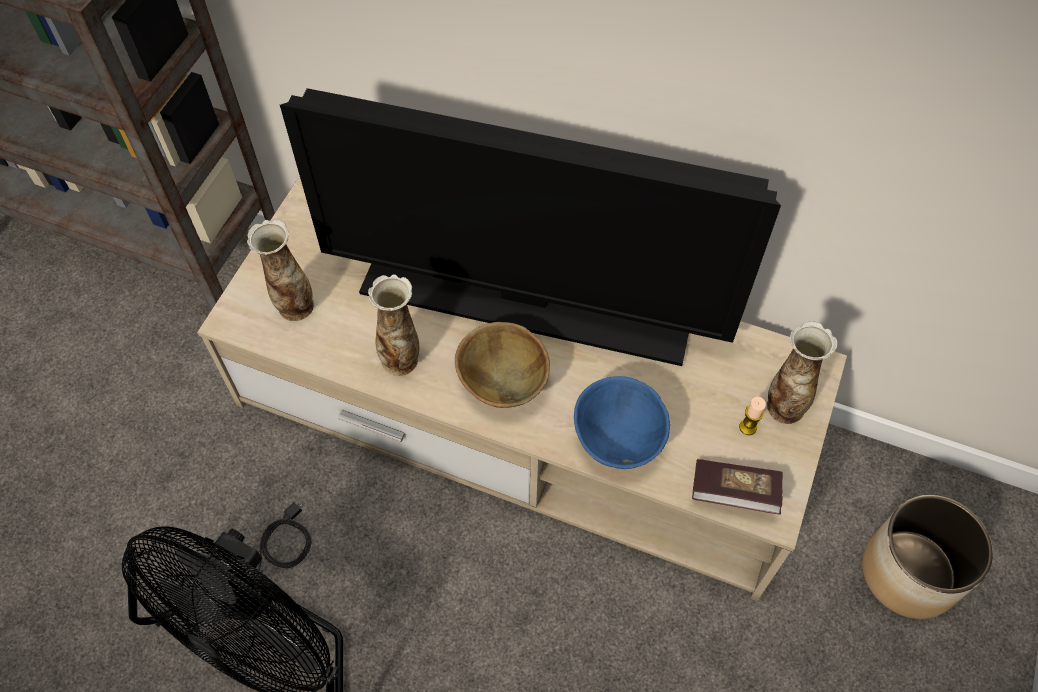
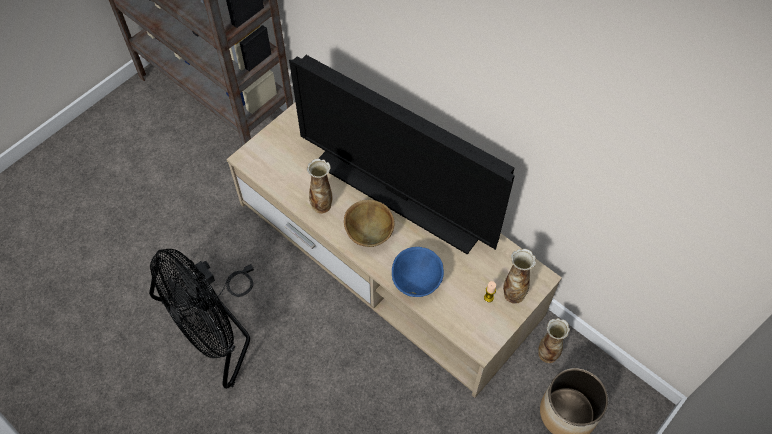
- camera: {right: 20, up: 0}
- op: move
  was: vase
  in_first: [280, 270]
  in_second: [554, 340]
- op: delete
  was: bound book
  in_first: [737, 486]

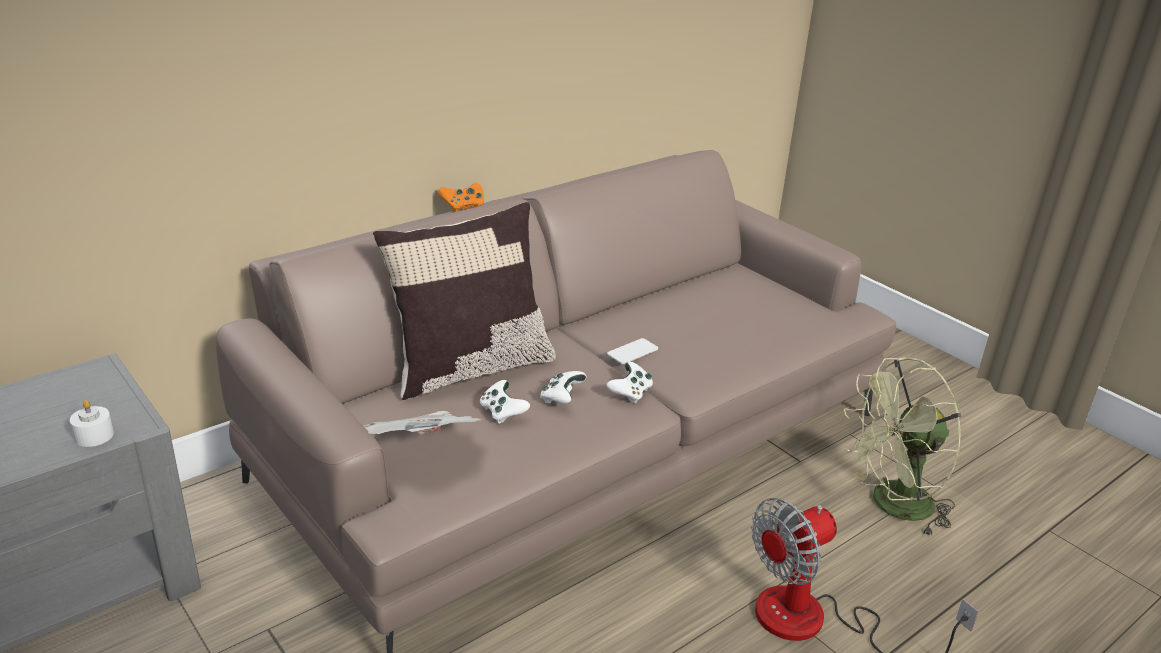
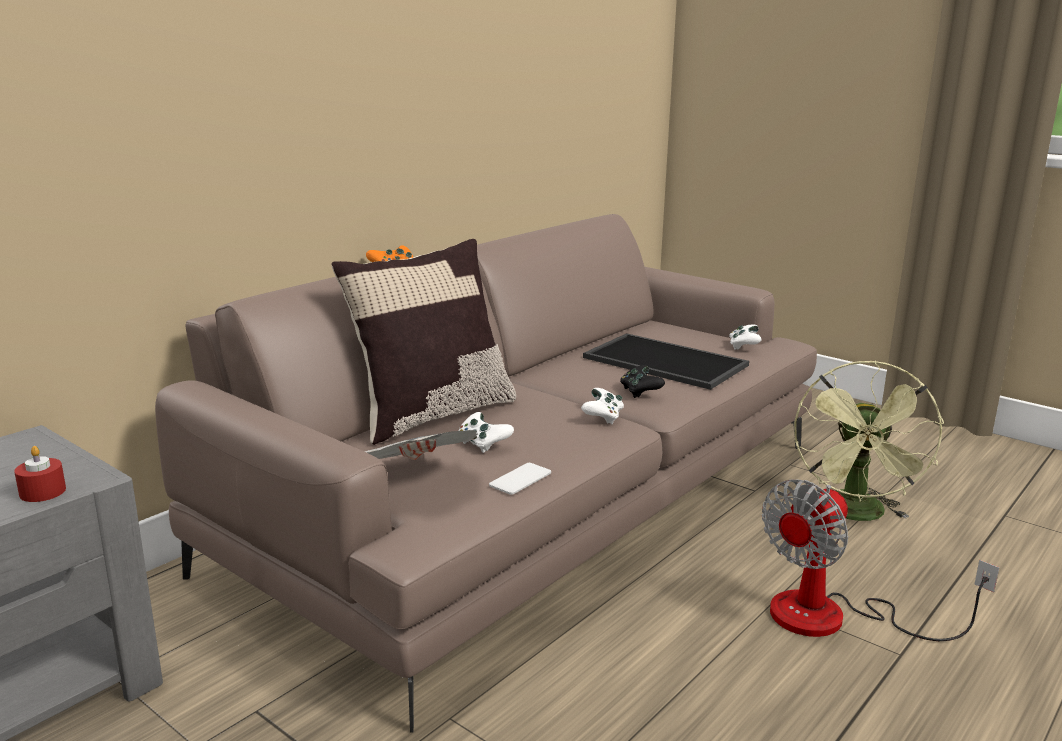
- camera: {right: -10, up: -10}
- op: recolor
  was: white-coloured wax light
  now: red wax light
  in_first: [92, 423]
  in_second: [40, 474]
- op: move
  was: telephone
  in_first: [632, 351]
  in_second: [520, 479]
- op: insert
  now: tray
  in_second: [666, 361]
- op: insert
  now: black-coloured gamepad
  in_second: [642, 381]
- op: move
  was: white-coloured gamepad
  in_first: [563, 387]
  in_second: [745, 337]
- op: rotate
  was: green-coloured fan
  in_first: [902, 448]
  in_second: [869, 440]
  clockwise: -45

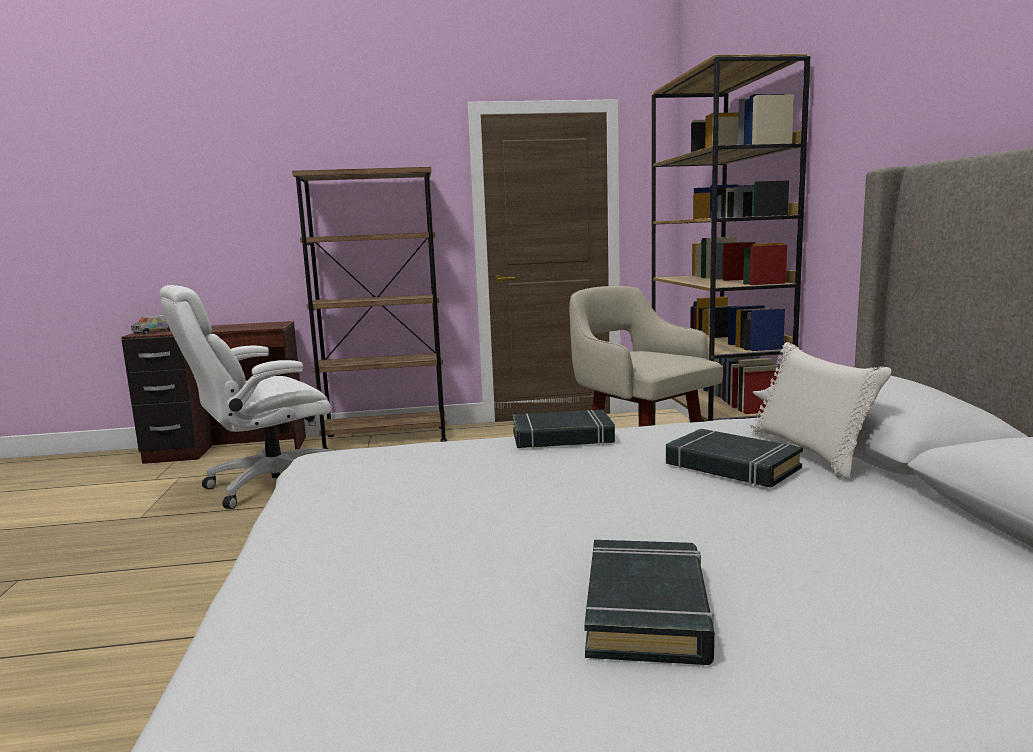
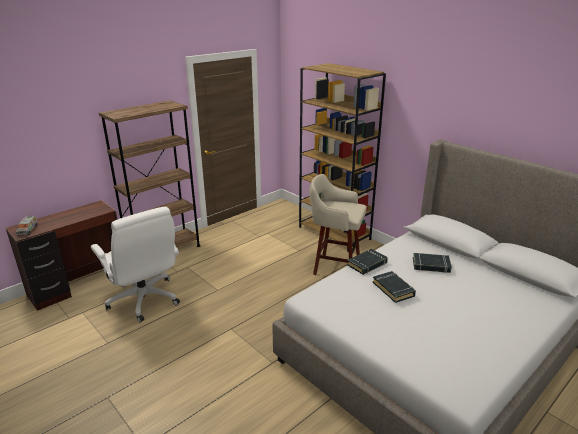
- camera: {right: -35, up: 15}
- op: rotate
  was: white-coloured computer chair
  in_first: [247, 397]
  in_second: [135, 264]
  clockwise: -60
- op: move
  was: black-coloured bound book
  in_first: [649, 602]
  in_second: [394, 287]
- op: delete
  was: white-coloured cushion
  in_first: [820, 410]

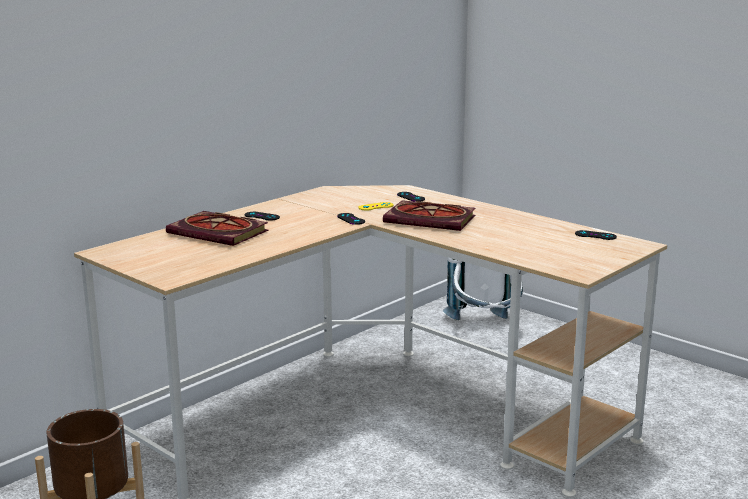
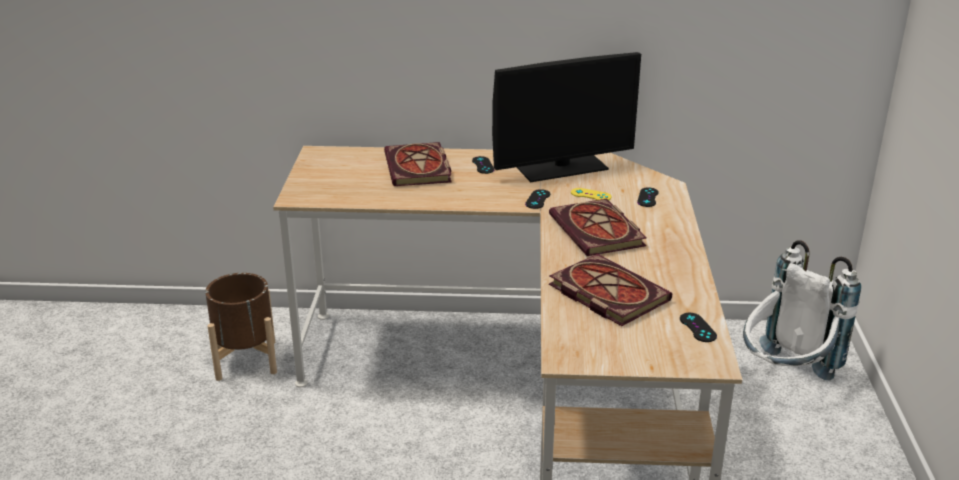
- camera: {right: 50, up: 10}
- op: insert
  now: computer display
  in_second: [566, 117]
- op: insert
  now: bound book
  in_second: [610, 290]

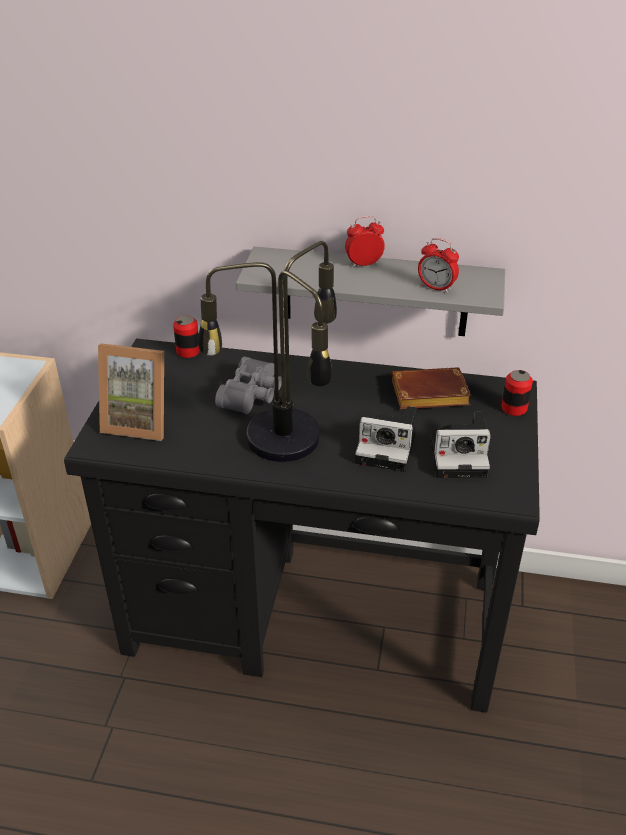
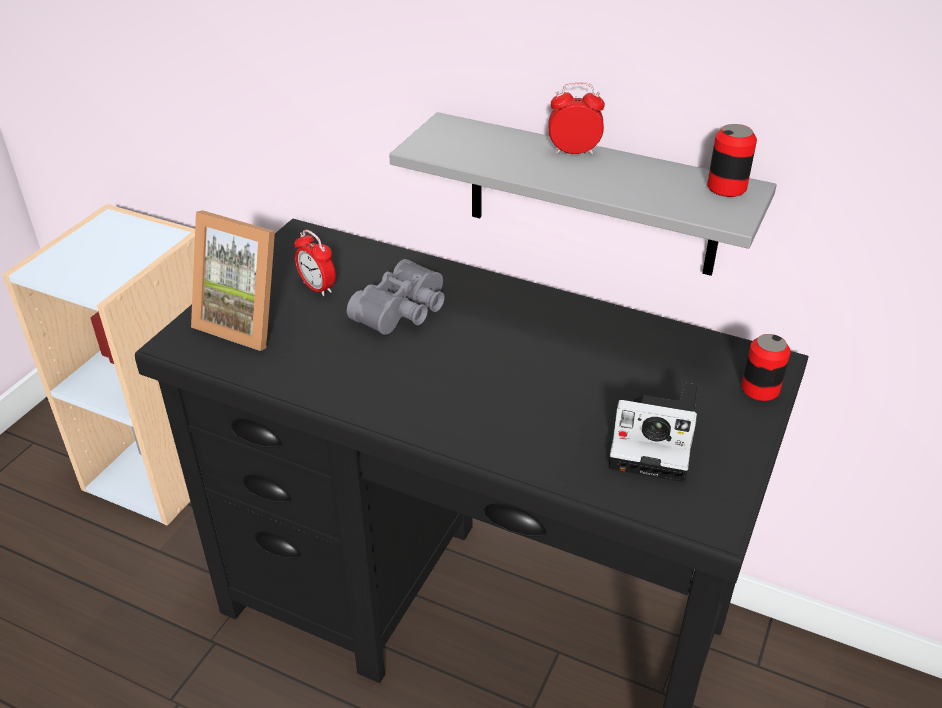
- camera: {right: 15, up: 0}
- op: move
  was: table clock
  in_first: [438, 265]
  in_second: [315, 263]
- op: move
  was: metal can
  in_first: [186, 336]
  in_second: [732, 160]
- op: delete
  was: lamp for a table
  in_first: [267, 351]
- op: delete
  was: still camera
  in_first: [385, 439]
- op: delete
  was: brown-coloured bound book
  in_first: [431, 388]

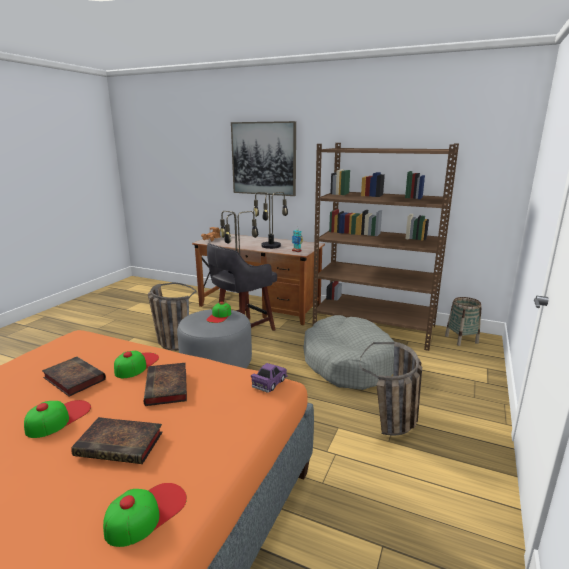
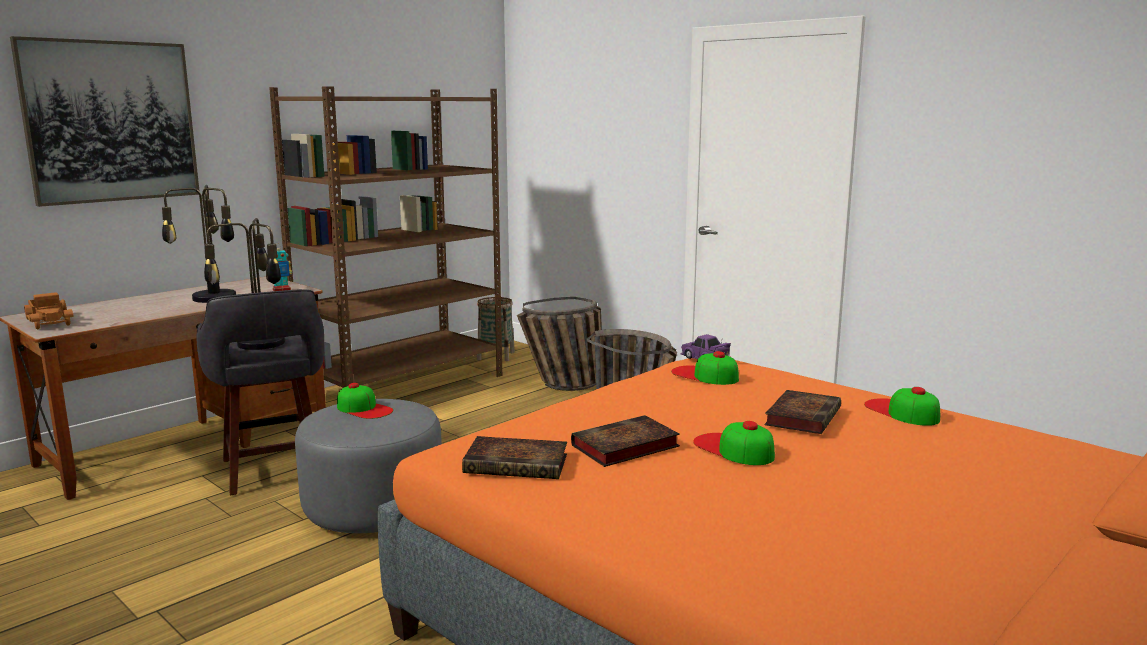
- camera: {right: -70, up: -5}
- op: move
  was: bound book
  in_first: [165, 384]
  in_second: [514, 457]
- op: move
  was: basket
  in_first: [172, 316]
  in_second: [559, 344]
- op: move
  was: cap
  in_first: [136, 364]
  in_second: [705, 368]
- op: delete
  was: greyish pet bed
  in_first: [348, 352]

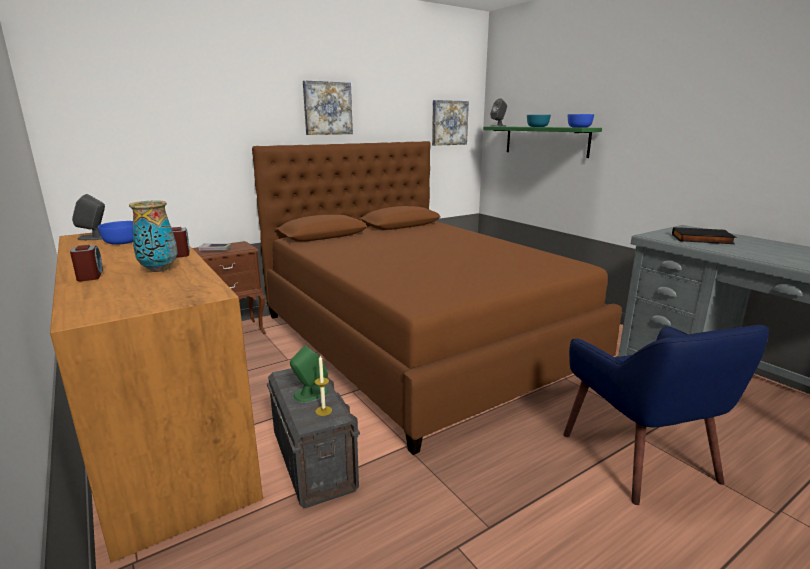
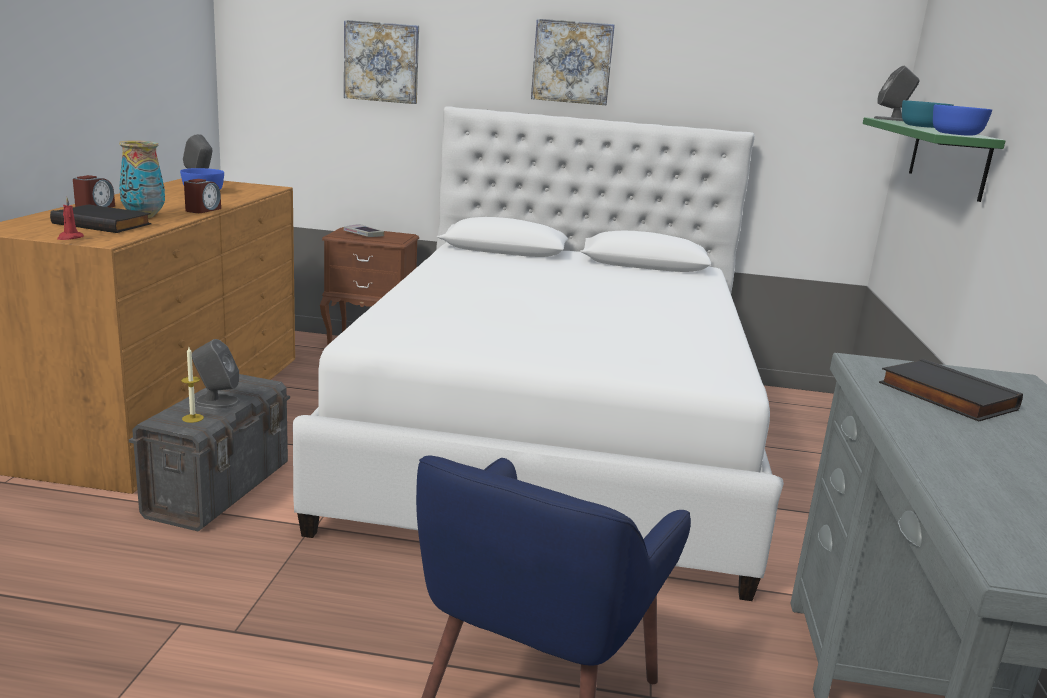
- camera: {right: 40, up: 0}
- op: insert
  now: black-coloured bound book
  in_second: [101, 218]
- op: insert
  now: red wax light
  in_second: [70, 218]
- op: recolor
  was: green-coloured loudspeaker
  now: greyish loudspeaker
  in_first: [309, 373]
  in_second: [216, 373]
- op: recolor
  was: brown-coloured bedroom bed
  now: white-coloured bedroom bed
  in_first: [437, 298]
  in_second: [538, 353]
- op: move
  was: wall picture
  in_first: [450, 123]
  in_second: [381, 62]

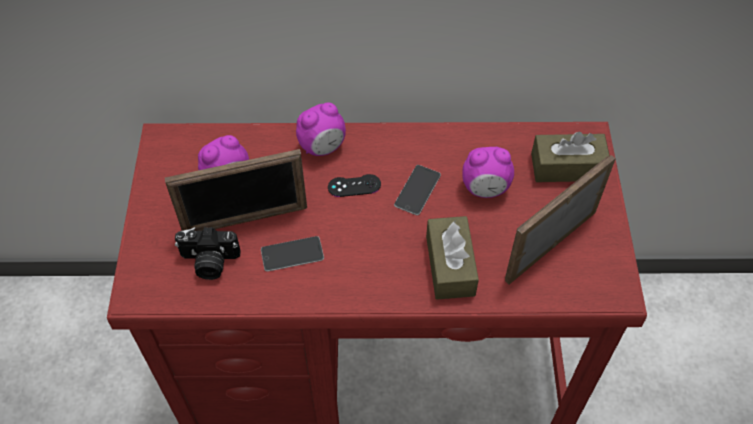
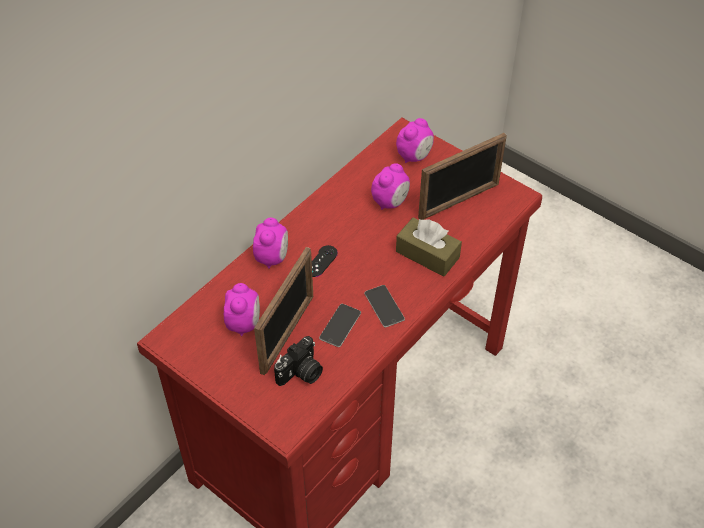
- camera: {right: -50, up: -5}
- op: move
  was: telephone
  in_first: [417, 190]
  in_second: [384, 306]
- op: replace
  was: brown-coloured tissue box
  now: table clock
  in_first: [570, 156]
  in_second: [415, 140]
- op: rotate
  was: photo frame
  in_first: [560, 219]
  in_second: [462, 176]
  clockwise: -120

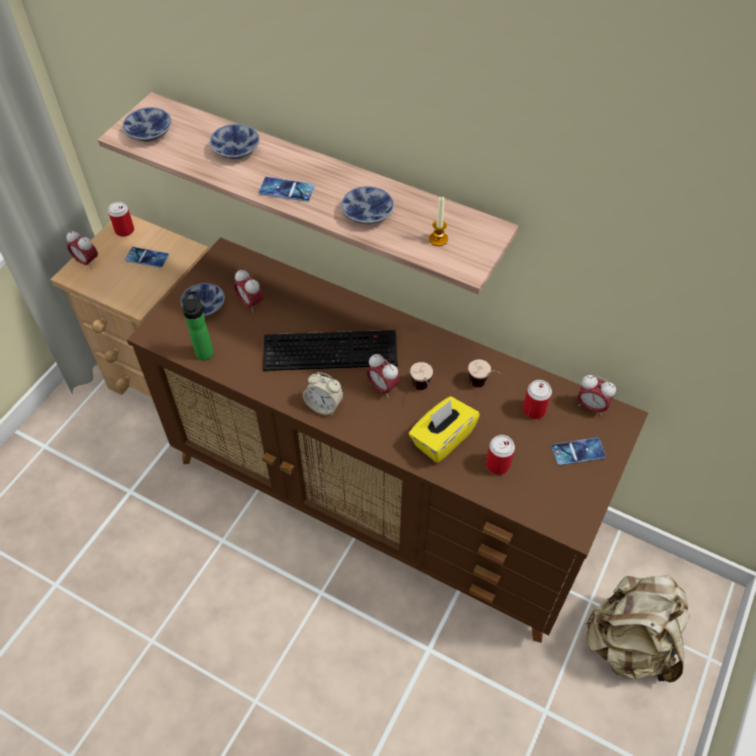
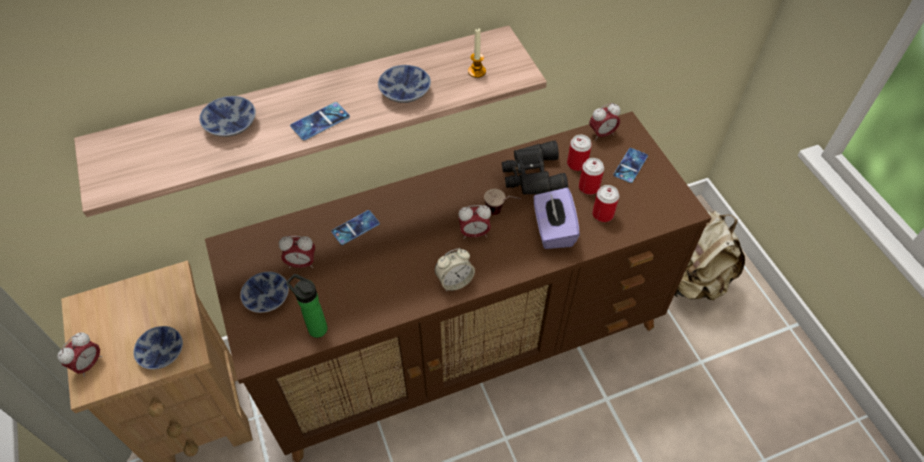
- camera: {right: -50, up: 0}
- op: rotate
  was: table clock
  in_first: [82, 250]
  in_second: [79, 354]
  clockwise: -45
- op: move
  was: serving bowl
  in_first: [146, 124]
  in_second: [158, 348]
- op: move
  was: telephone
  in_first: [147, 257]
  in_second: [355, 227]
- op: replace
  was: cup
  now: black-coloured pair of binoculars
  in_first: [487, 373]
  in_second: [535, 167]
- op: recolor
  was: yellowish tissue box
  now: purple tissue box
  in_first: [444, 430]
  in_second: [557, 218]
- op: move
  was: metal can
  in_first: [121, 219]
  in_second: [591, 176]
- op: delete
  was: PC keyboard
  in_first: [330, 350]

